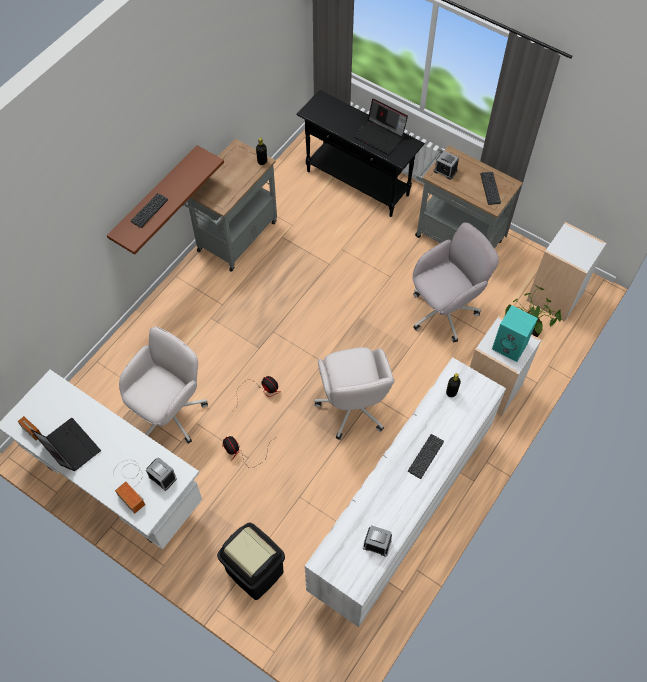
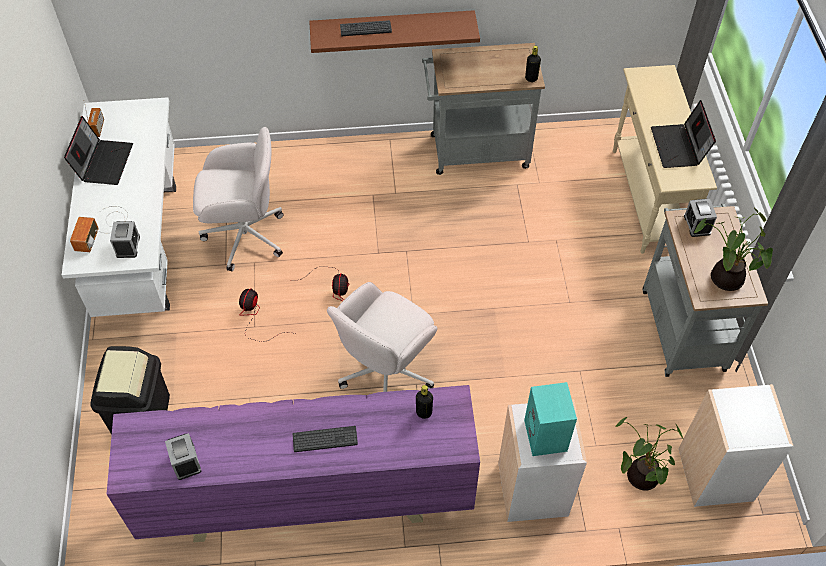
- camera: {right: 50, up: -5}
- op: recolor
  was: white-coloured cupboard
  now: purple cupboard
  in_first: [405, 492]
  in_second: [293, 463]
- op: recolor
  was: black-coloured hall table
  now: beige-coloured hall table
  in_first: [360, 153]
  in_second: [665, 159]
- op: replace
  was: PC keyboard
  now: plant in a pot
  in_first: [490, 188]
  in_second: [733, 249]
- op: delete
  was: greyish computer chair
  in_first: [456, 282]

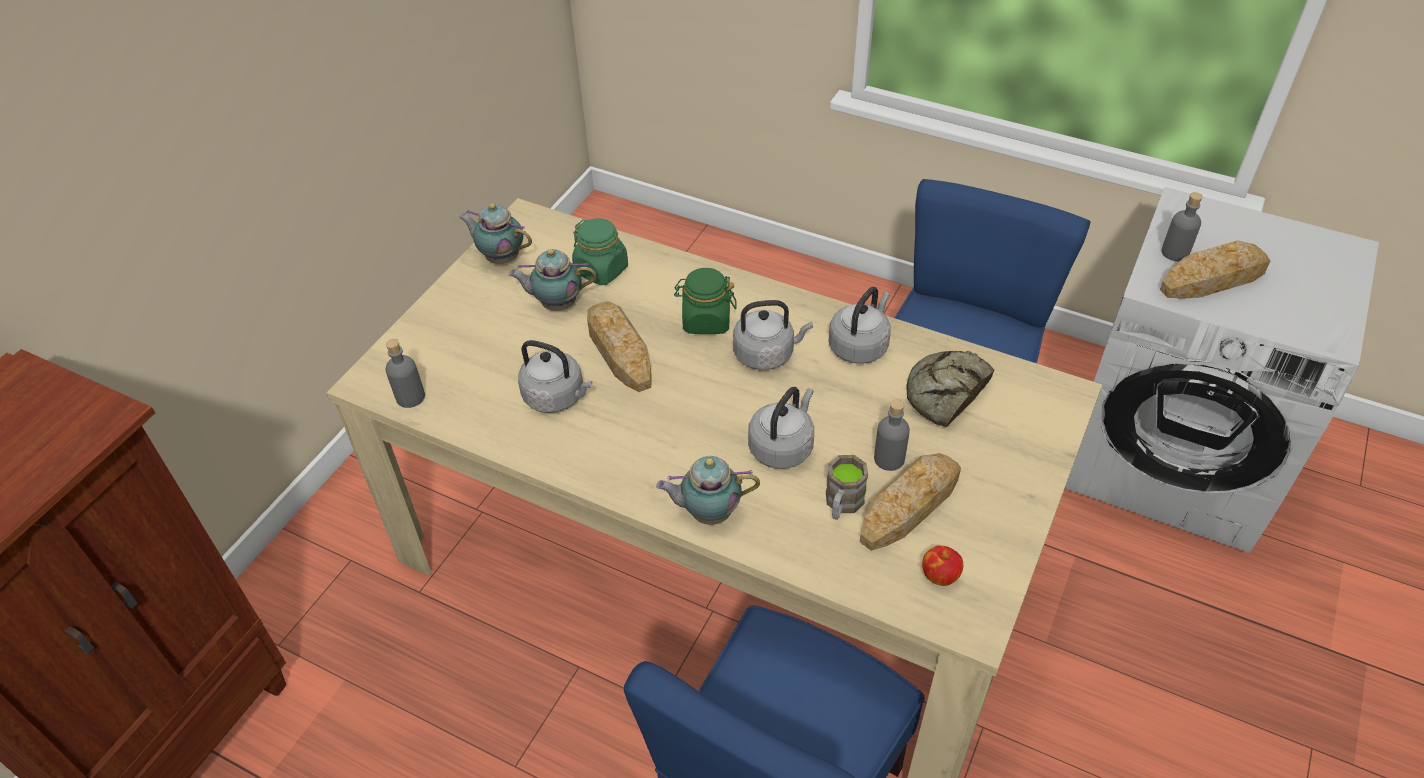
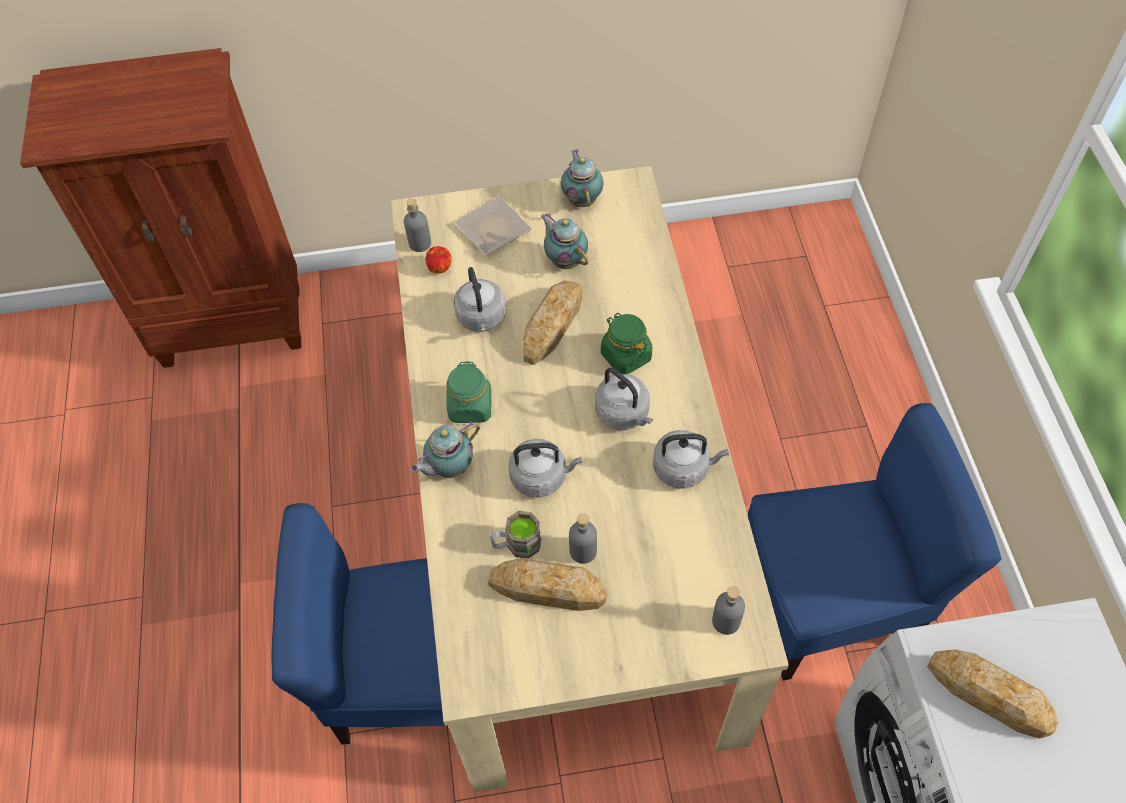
- camera: {right: 55, up: 10}
- op: rotate
  was: pot for tea
  in_first: [708, 490]
  in_second: [445, 449]
  clockwise: -90
- op: move
  was: whole apple
  in_first: [942, 565]
  in_second: [438, 260]
- op: move
  was: green-coloured preserve jar
  in_first: [600, 251]
  in_second: [468, 392]
- op: insert
  now: flat dish
  in_second: [493, 226]
- op: move
  was: greyish beverage bottle
  in_first: [1182, 226]
  in_second: [728, 610]
- op: delete
  was: baked bread
  in_first: [951, 389]

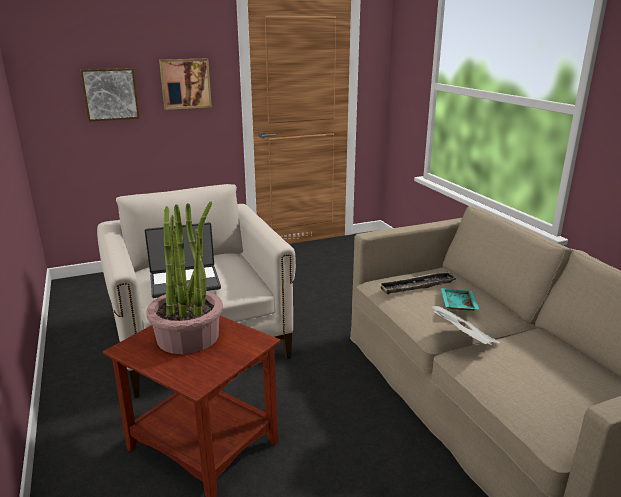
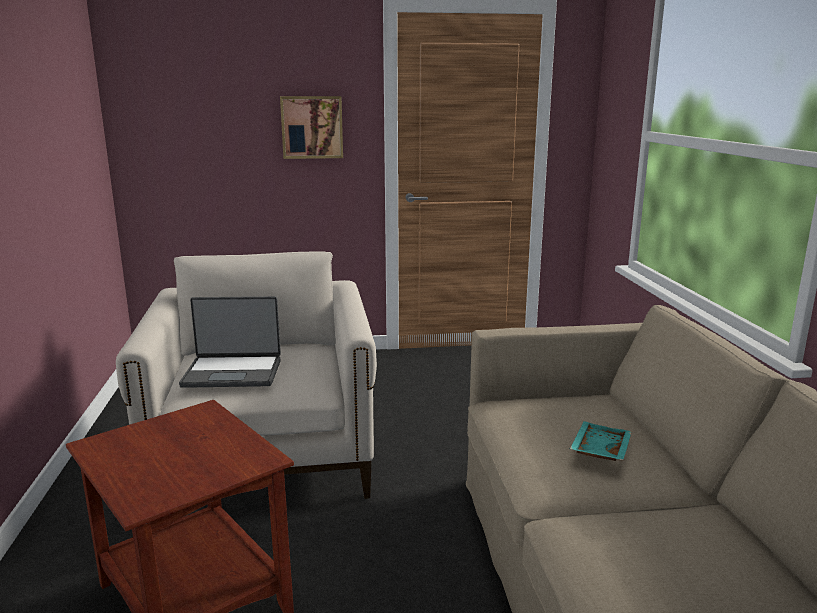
- camera: {right: 15, up: -5}
- op: delete
  was: wall picture
  in_first: [110, 94]
- op: delete
  was: plant in a pot
  in_first: [184, 278]
- op: delete
  was: tray
  in_first: [418, 282]
- op: delete
  was: newspaper
  in_first: [466, 325]

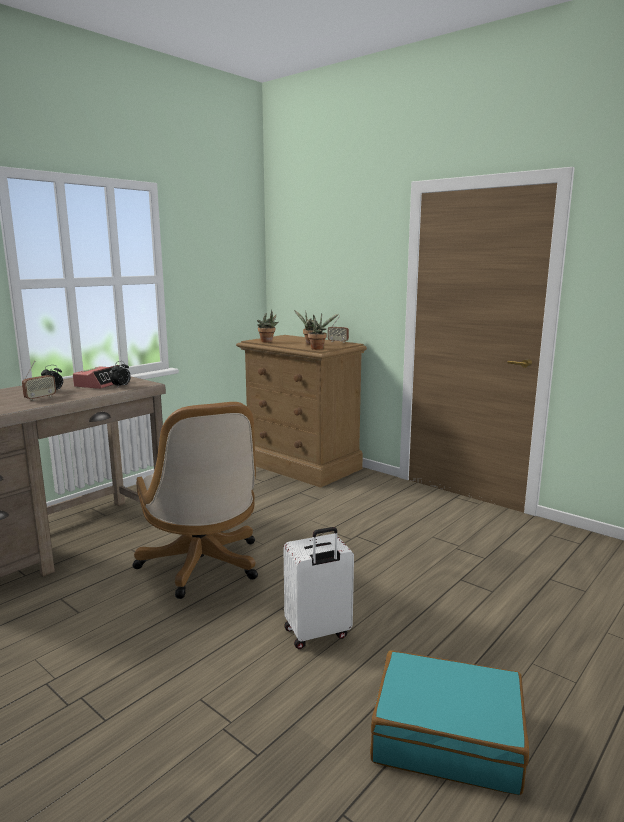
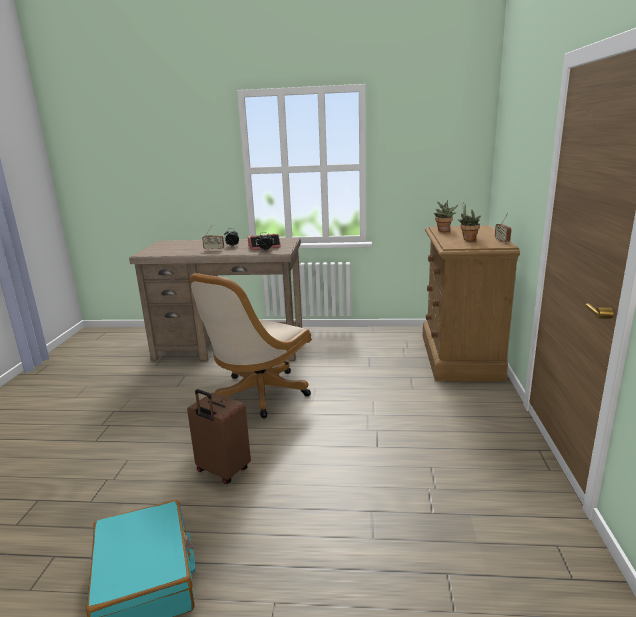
- camera: {right: 55, up: 5}
- op: recolor
  was: white-coloured piece of luggage
  now: brown-coloured piece of luggage
  in_first: [318, 588]
  in_second: [219, 436]
- op: delete
  was: plant in a pot
  in_first: [323, 332]

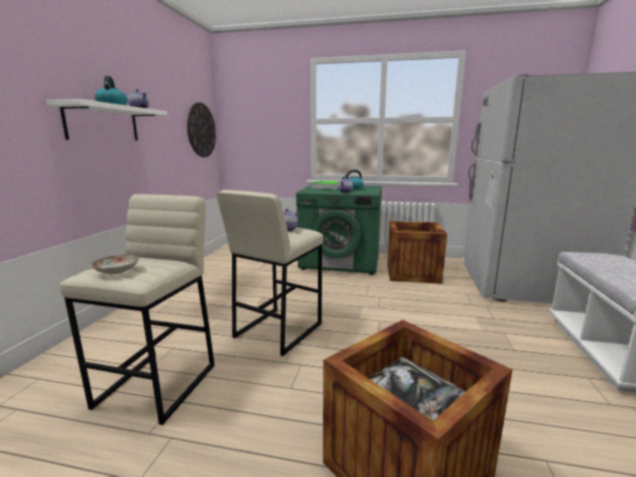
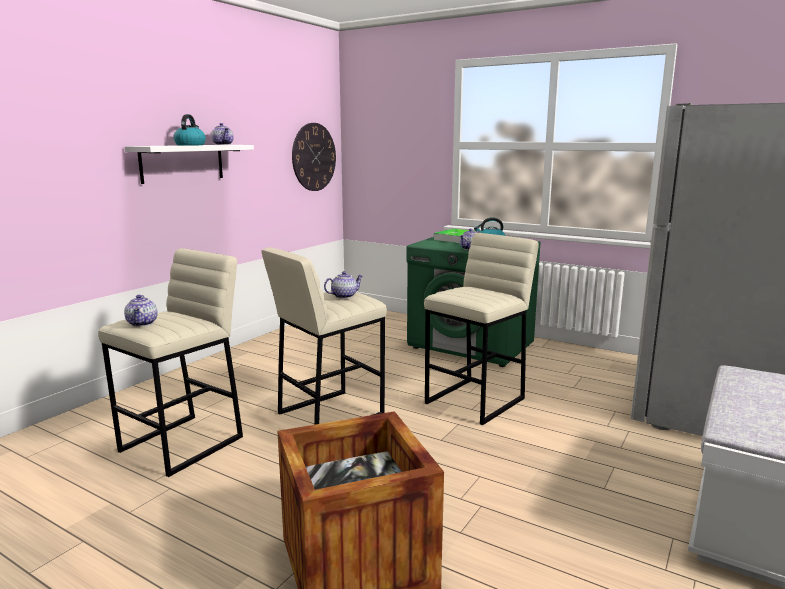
- camera: {right: 20, up: 0}
- op: replace
  was: flat dish
  now: pot for tea
  in_first: [115, 264]
  in_second: [141, 311]
- op: insert
  now: beige-coloured sitting stool
  in_second: [481, 329]
- op: delete
  was: crate
  in_first: [417, 252]

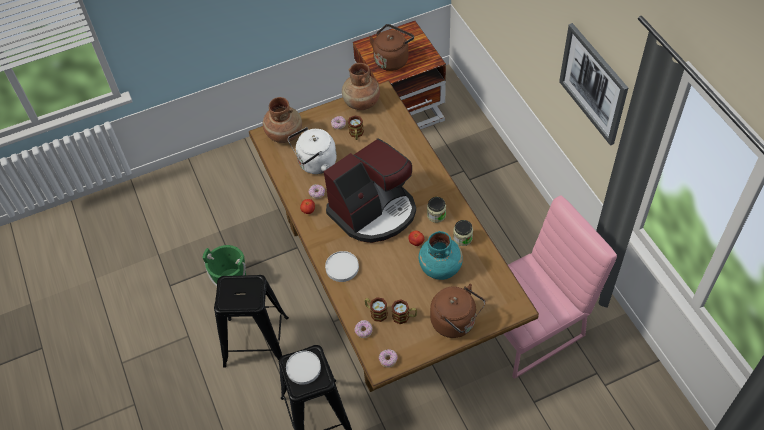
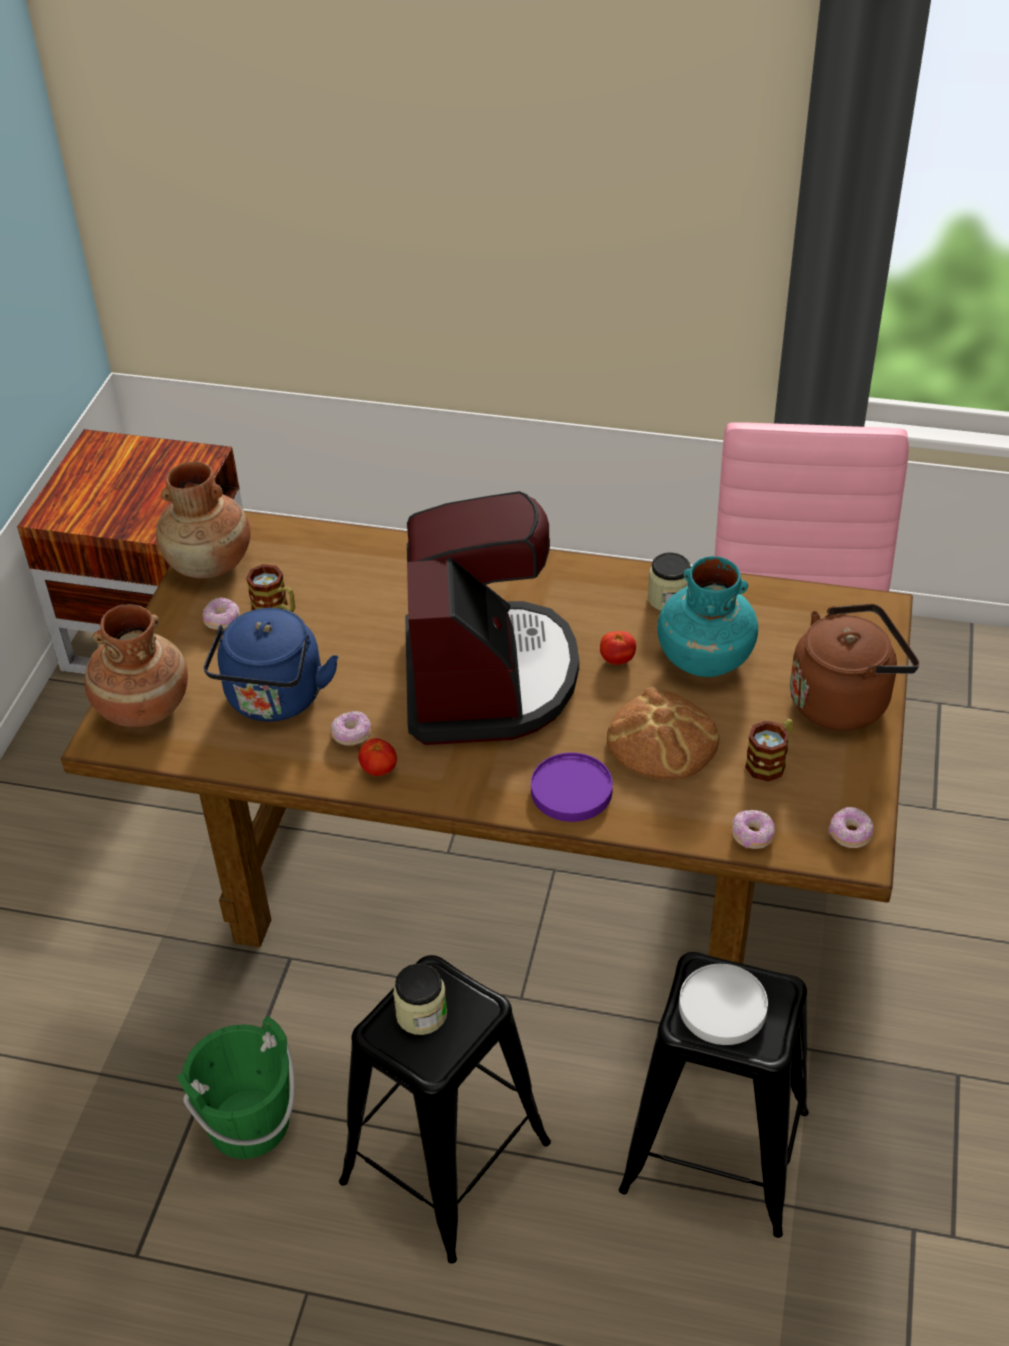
- camera: {right: -55, up: -10}
- op: recolor
  was: white-coloured water kettle
  now: blue water kettle
  in_first: [312, 150]
  in_second: [271, 665]
- op: move
  was: preserve jar
  in_first: [436, 210]
  in_second: [420, 999]
- op: recolor
  was: white-coloured flat dish
  now: purple flat dish
  in_first: [342, 266]
  in_second: [572, 787]
- op: insert
  now: baked bread
  in_second: [663, 733]
- op: delete
  was: coffee mug
  in_first: [376, 309]
- op: delete
  was: brown-coloured water kettle
  in_first: [391, 47]
- op: delete
  was: wall picture
  in_first: [593, 84]

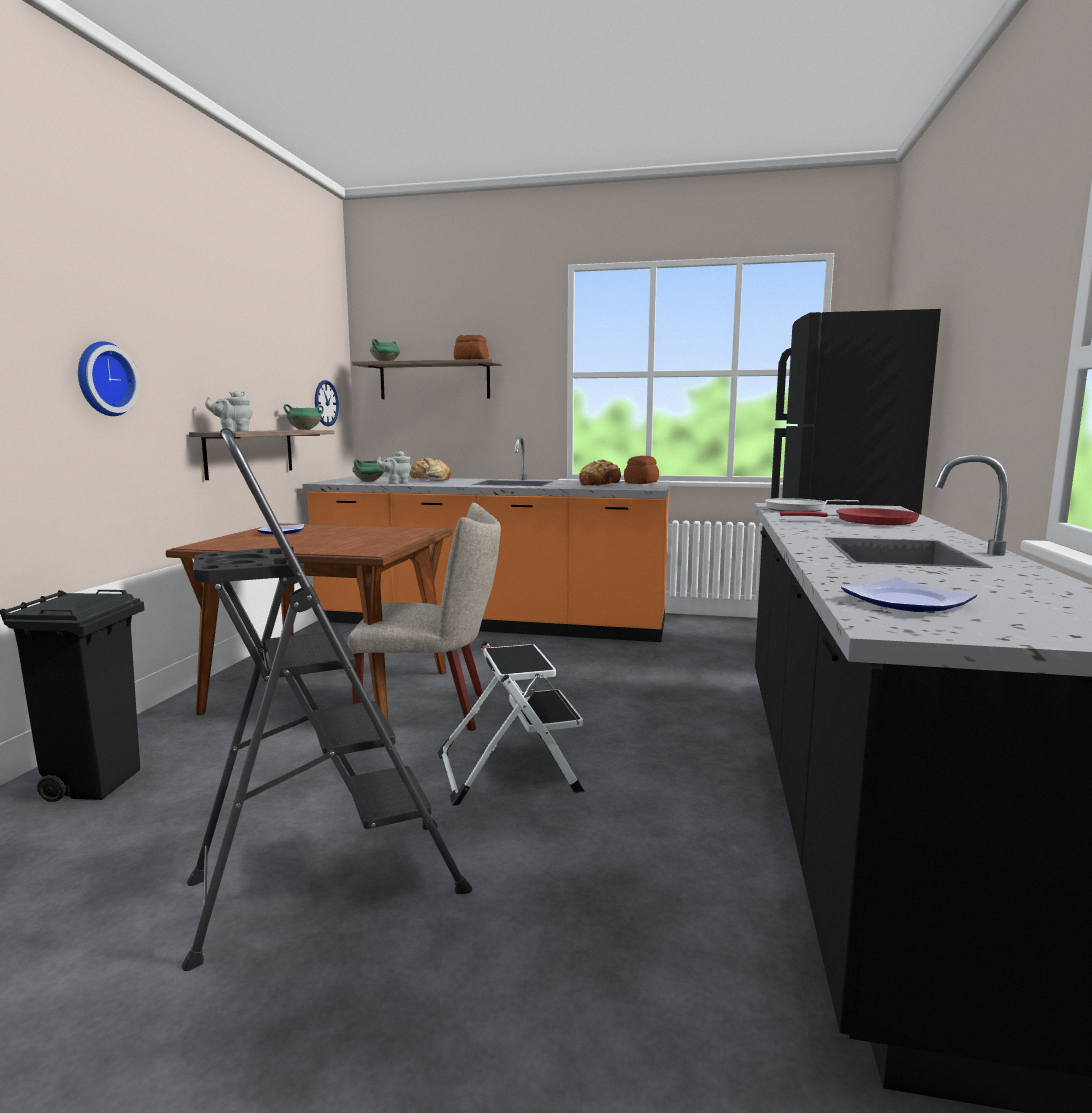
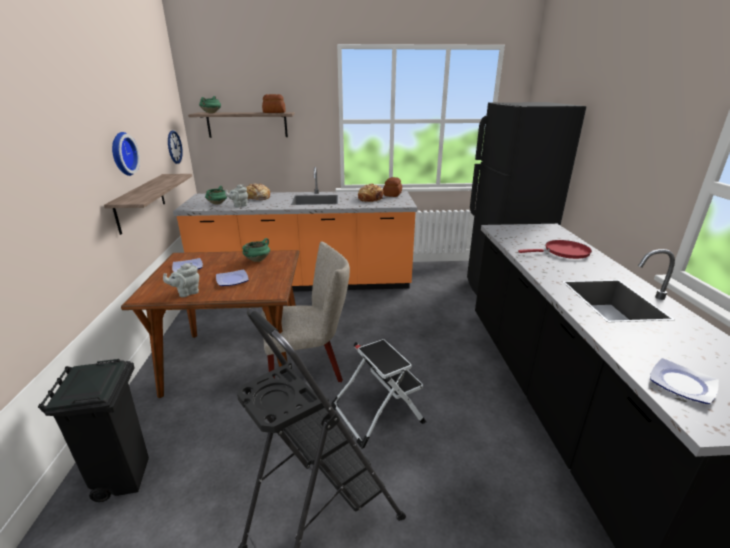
- camera: {right: -15, up: 15}
- op: move
  was: hanging clock
  in_first: [109, 378]
  in_second: [126, 154]
- op: move
  was: greyish pot for tea
  in_first: [228, 411]
  in_second: [181, 280]
- op: insert
  now: flat dish
  in_second: [232, 277]
- op: move
  was: green-coloured cooking pot
  in_first: [303, 417]
  in_second: [256, 250]
- op: delete
  was: pan
  in_first: [812, 505]

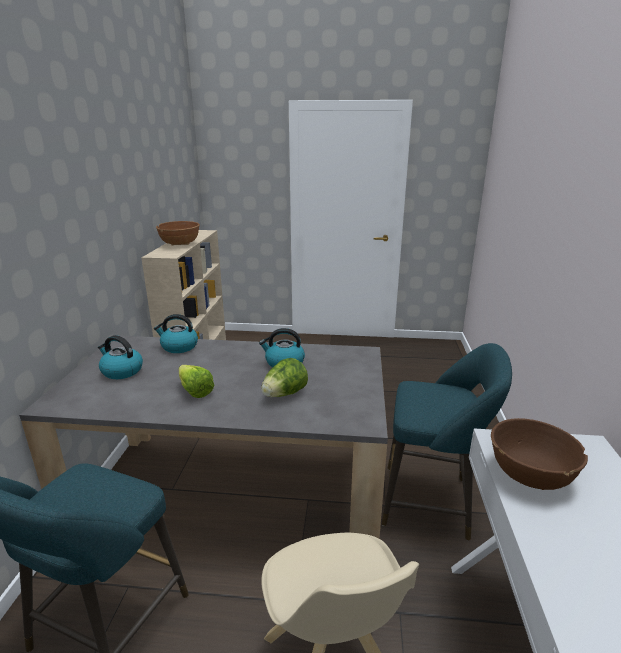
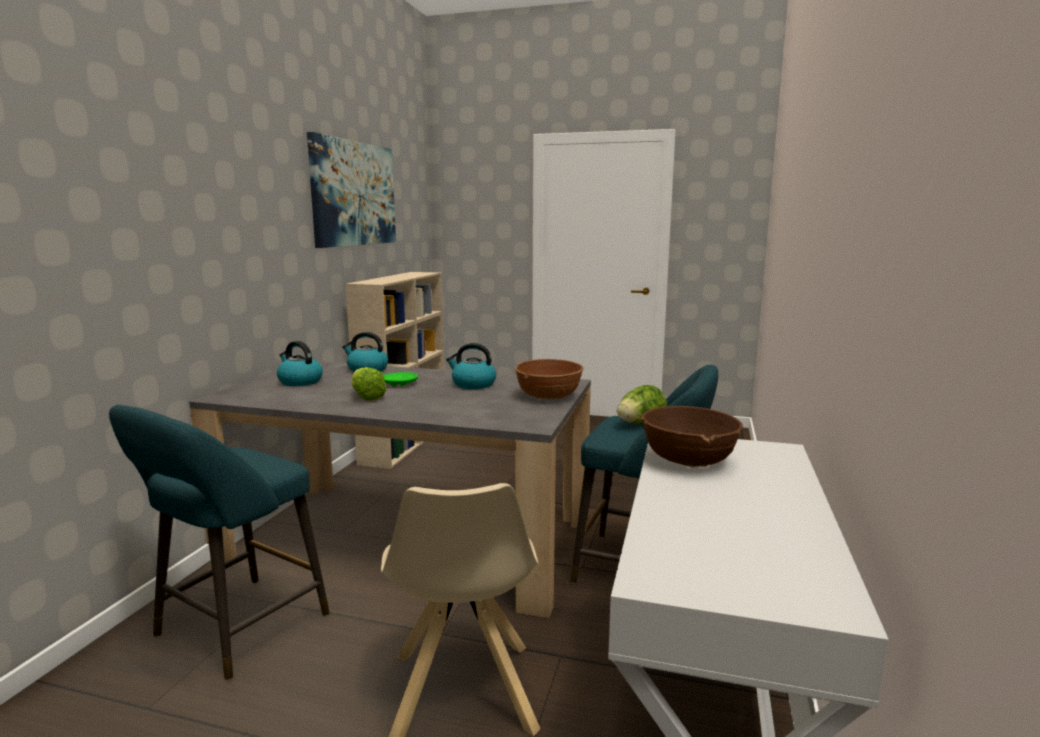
- camera: {right: 10, up: -10}
- op: insert
  now: wall picture
  in_second: [351, 190]
- op: insert
  now: green-coloured flat dish
  in_second: [400, 379]
- op: move
  was: brown-coloured serving bowl
  in_first: [178, 233]
  in_second: [549, 379]
- op: move
  was: lettuce head
  in_first: [284, 377]
  in_second: [642, 404]

